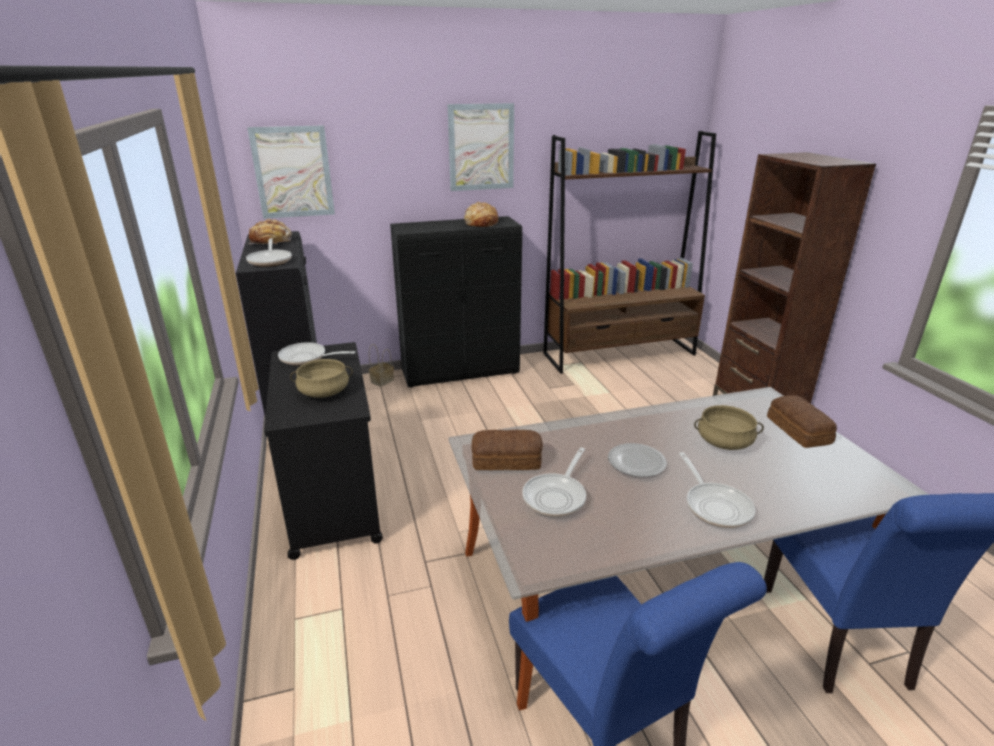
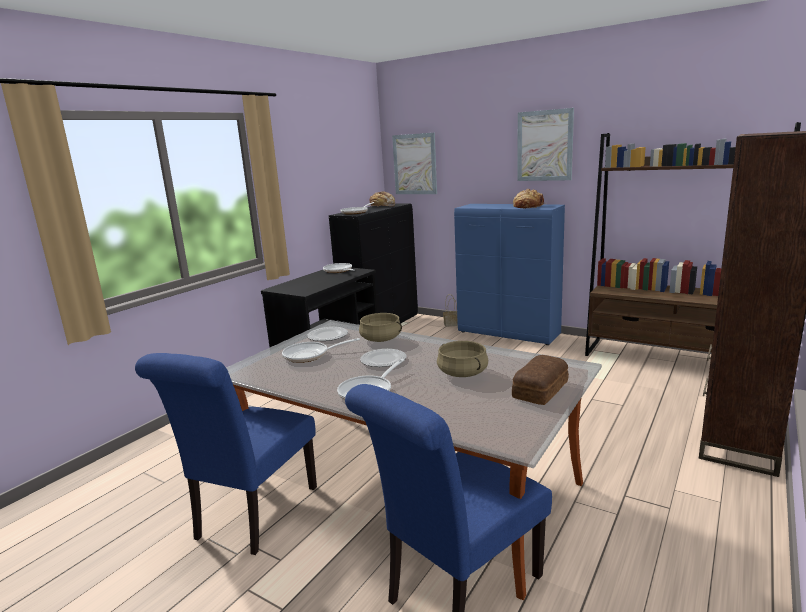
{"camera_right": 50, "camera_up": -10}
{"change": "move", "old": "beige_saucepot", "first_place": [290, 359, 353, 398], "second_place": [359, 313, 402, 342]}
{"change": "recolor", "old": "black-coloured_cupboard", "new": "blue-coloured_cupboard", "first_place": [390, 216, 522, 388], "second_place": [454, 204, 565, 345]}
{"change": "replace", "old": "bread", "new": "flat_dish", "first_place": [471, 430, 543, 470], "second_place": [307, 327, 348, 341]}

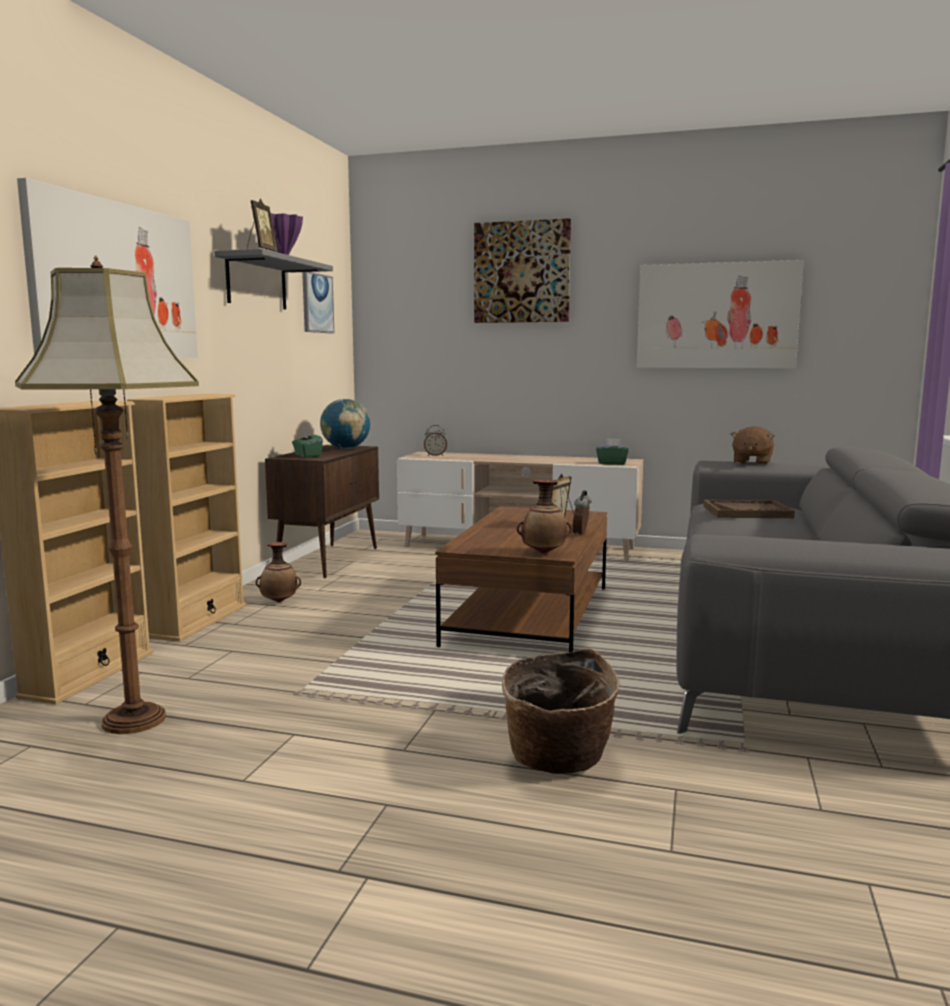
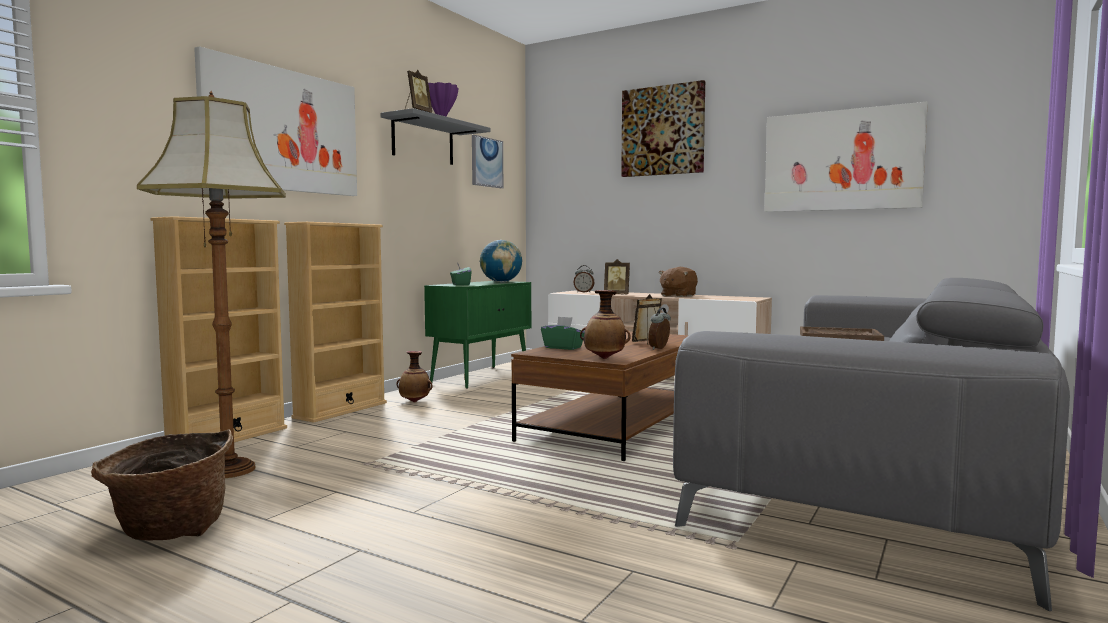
{"camera_right": 15, "camera_up": -5}
{"change": "recolor", "old": "brown-coloured_cupboard", "new": "green_cupboard", "first_place": [265, 445, 379, 578], "second_place": [424, 281, 531, 389]}
{"change": "move", "old": "storage_basket", "first_place": [502, 648, 620, 774], "second_place": [91, 430, 233, 540]}
{"change": "move", "old": "green_tissue_box", "first_place": [596, 438, 629, 465], "second_place": [541, 317, 585, 350]}
{"change": "move", "old": "brown-coloured_cuddly_toy", "first_place": [731, 426, 775, 465], "second_place": [659, 267, 698, 297]}
{"change": "insert", "new": "standing_frame", "second_place": [604, 259, 630, 295]}

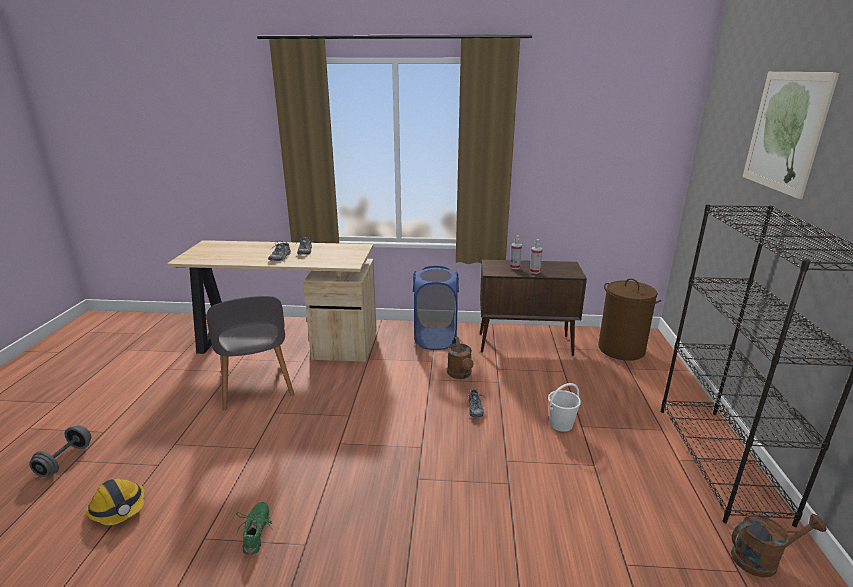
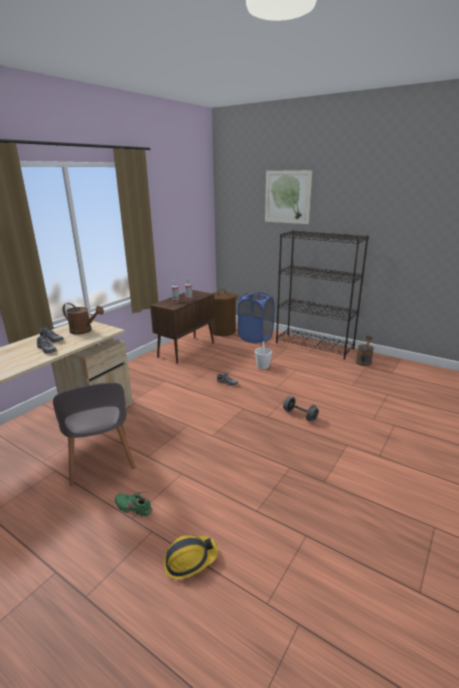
{"camera_right": -60, "camera_up": 0}
{"change": "move", "old": "gray_hand_weight", "first_place": [29, 425, 91, 477], "second_place": [283, 396, 319, 421]}
{"change": "rotate", "old": "gray_chair", "first_place": [207, 296, 294, 410], "second_place": [53, 383, 135, 485], "degrees": 60}
{"change": "move", "old": "green_shoe", "first_place": [236, 502, 273, 555], "second_place": [115, 492, 152, 517]}
{"change": "move", "old": "blue-coloured_hamper", "first_place": [413, 266, 459, 350], "second_place": [238, 292, 274, 343]}
{"change": "move", "old": "brown-coloured_sprinkling_can", "first_place": [447, 337, 474, 379], "second_place": [63, 303, 104, 335]}

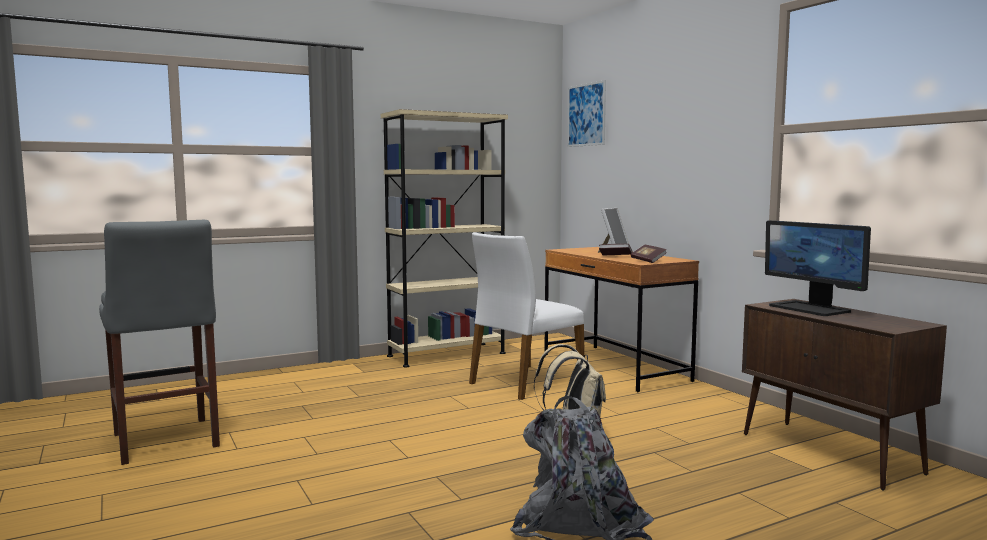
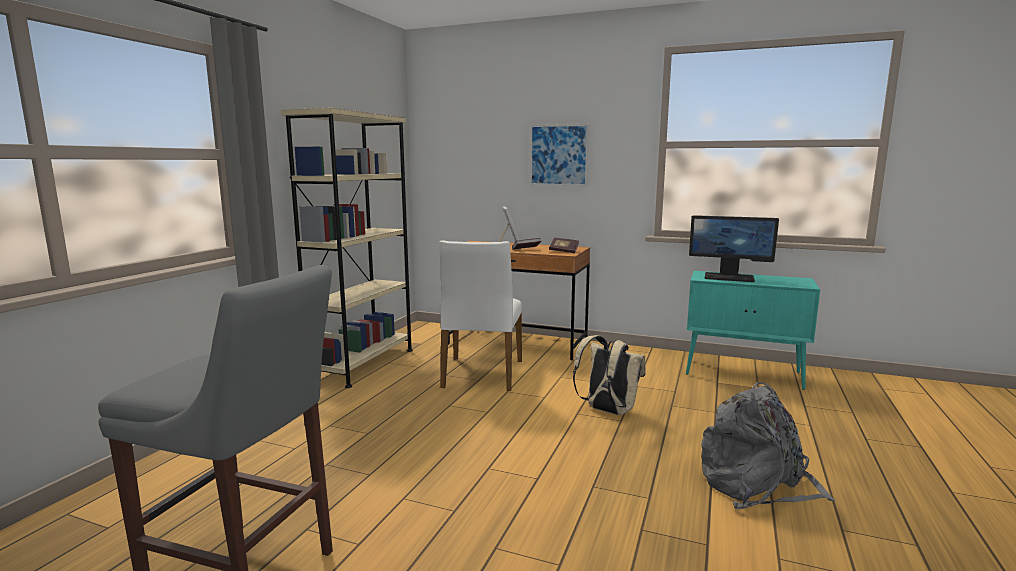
{"camera_right": -40, "camera_up": 5}
{"change": "move", "old": "picture", "first_place": [567, 80, 606, 147], "second_place": [530, 124, 589, 186]}
{"change": "recolor", "old": "brown-coloured_cupboard", "new": "turquoise_cupboard", "first_place": [742, 299, 947, 490], "second_place": [686, 271, 820, 390]}

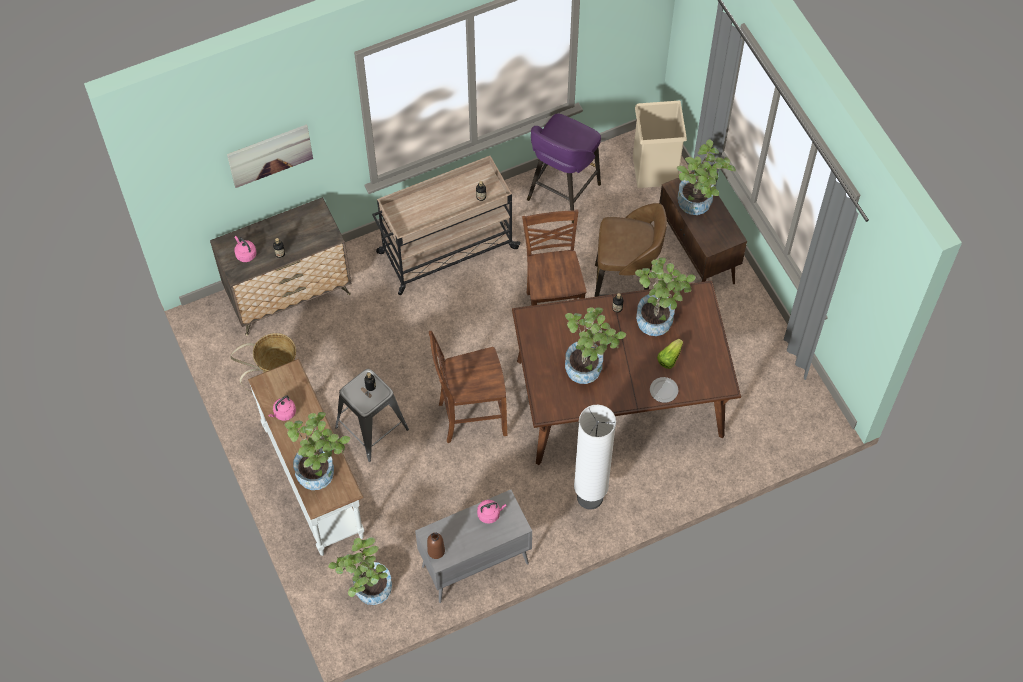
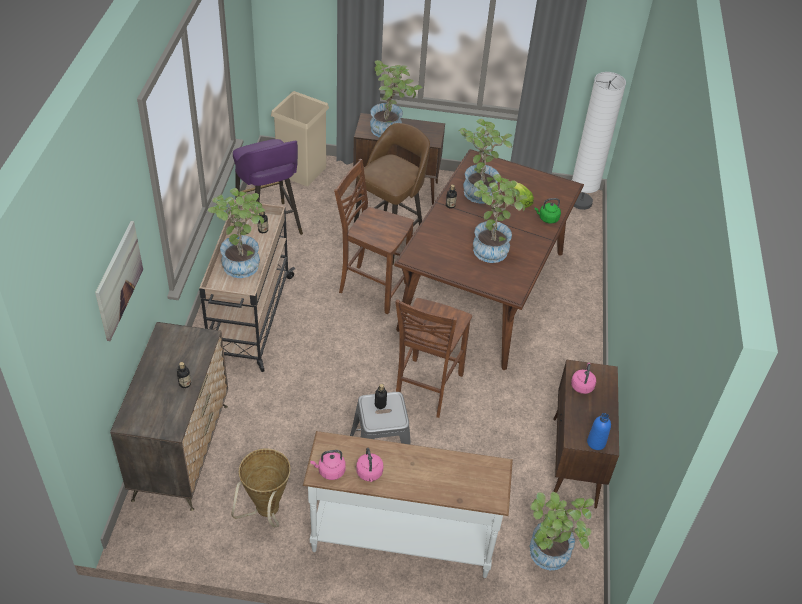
{"camera_right": -60, "camera_up": -15}
{"change": "move", "old": "pink_water_kettle", "first_place": [234, 236, 256, 262], "second_place": [310, 450, 346, 480]}
{"change": "move", "old": "potted_plant", "first_place": [285, 412, 350, 490], "second_place": [208, 188, 266, 278]}
{"change": "recolor", "old": "gray_cupboard", "new": "brown-coloured_cupboard", "first_place": [415, 490, 532, 603], "second_place": [550, 359, 619, 509]}
{"change": "recolor", "old": "brown-coloured_beverage_bottle", "new": "blue-coloured_beverage_bottle", "first_place": [427, 532, 445, 559], "second_place": [587, 413, 611, 450]}
{"change": "move", "old": "white-coloured_floor_lamp", "first_place": [574, 405, 616, 510], "second_place": [572, 72, 626, 210]}
{"change": "replace", "old": "flat_dish", "new": "green_water_kettle", "first_place": [650, 377, 678, 403], "second_place": [534, 198, 561, 224]}

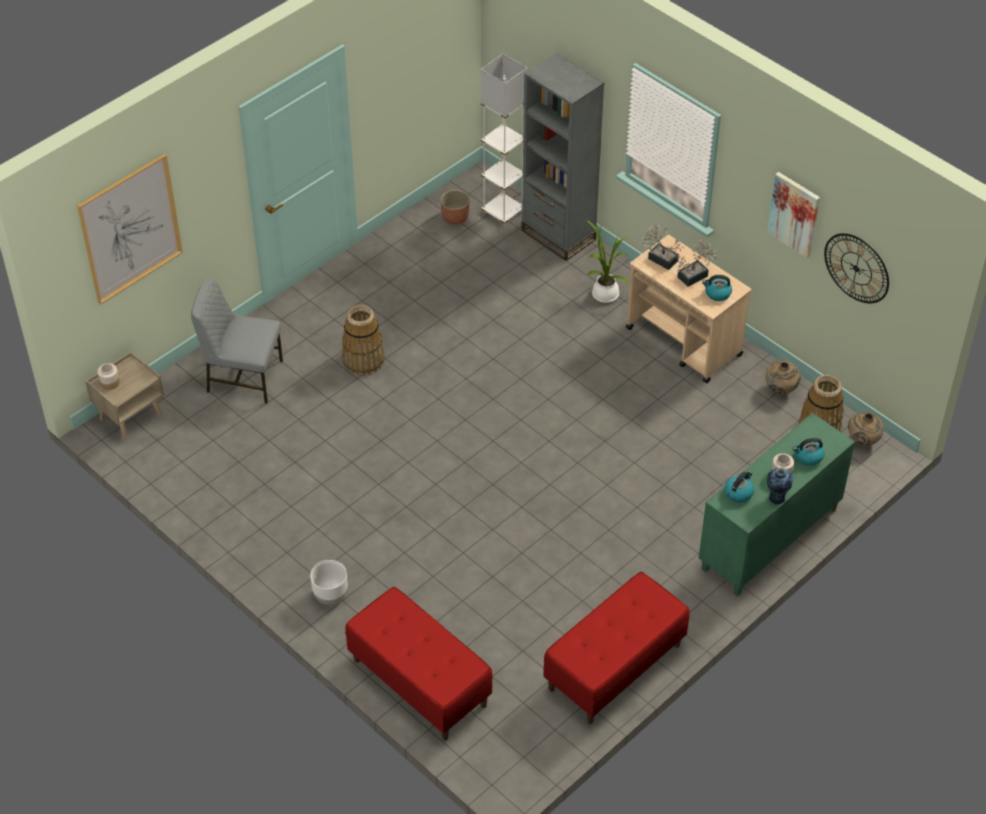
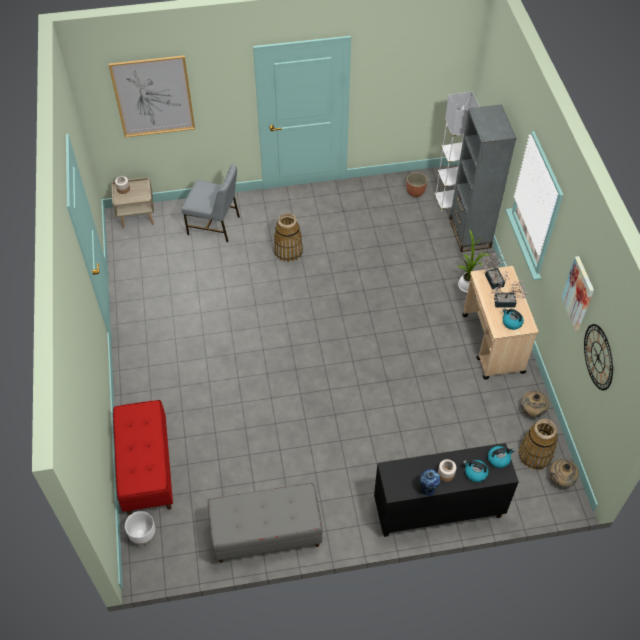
{"camera_right": 35, "camera_up": 5}
{"change": "rotate", "old": "gray_chair", "first_place": [191, 278, 283, 404], "second_place": [181, 164, 240, 242], "degrees": 150}
{"change": "move", "old": "white-coloured_planter", "first_place": [310, 560, 348, 605], "second_place": [125, 511, 156, 545]}
{"change": "recolor", "old": "reddish_long_seat", "new": "gray_long_seat", "first_place": [544, 572, 690, 724], "second_place": [208, 483, 323, 563]}
{"change": "recolor", "old": "green_cupboard", "new": "black-coloured_cupboard", "first_place": [699, 413, 855, 597], "second_place": [374, 443, 519, 537]}
{"change": "move", "old": "water_kettle", "first_place": [725, 471, 754, 502], "second_place": [488, 446, 515, 468]}

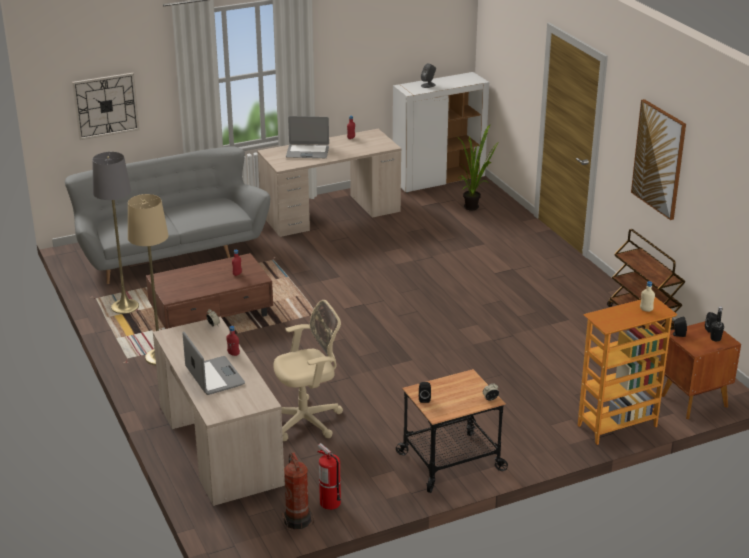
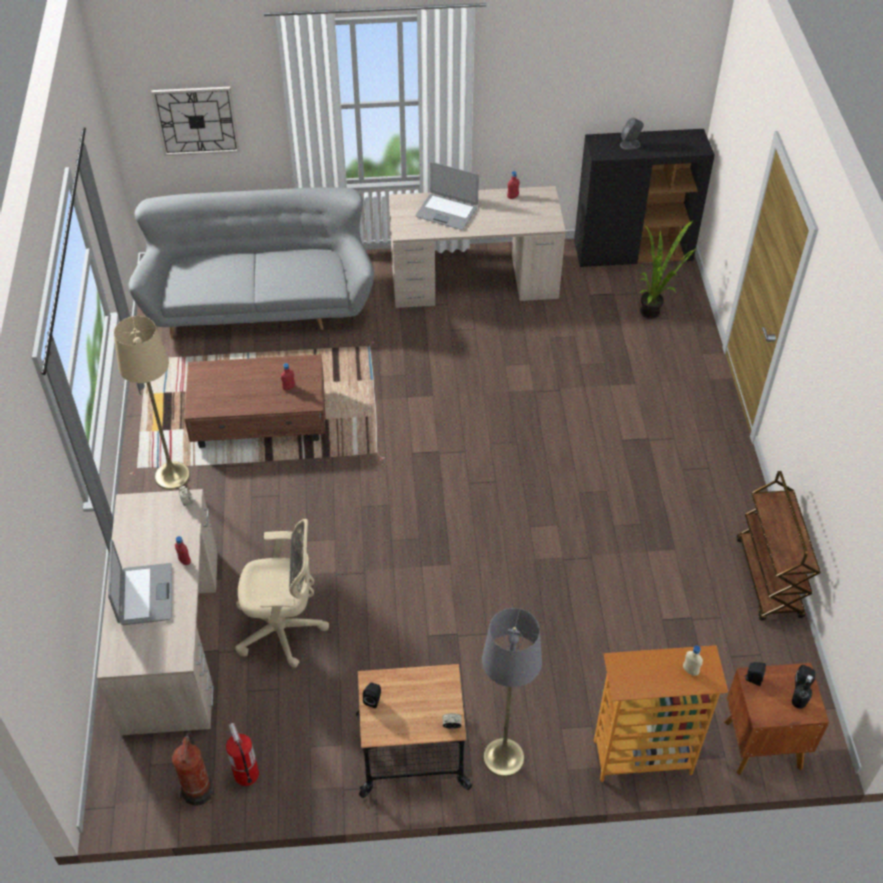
{"camera_right": 20, "camera_up": 20}
{"change": "move", "old": "gray_floor_lamp", "first_place": [92, 152, 139, 314], "second_place": [482, 608, 542, 777]}
{"change": "recolor", "old": "white-coloured_cupboard", "new": "black-coloured_cupboard", "first_place": [393, 72, 489, 193], "second_place": [574, 129, 715, 267]}
{"change": "delete", "old": "picture", "first_place": [631, 99, 686, 220]}

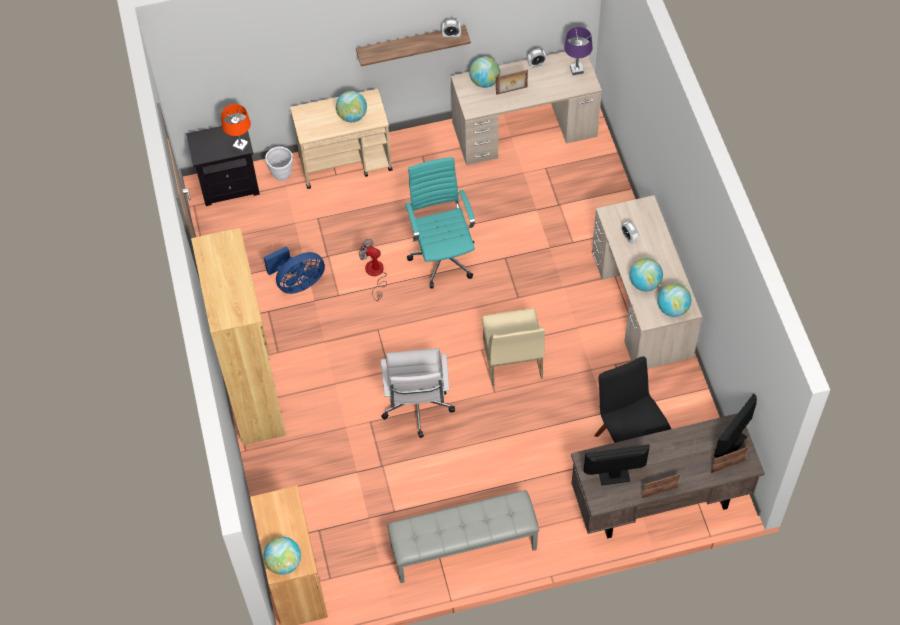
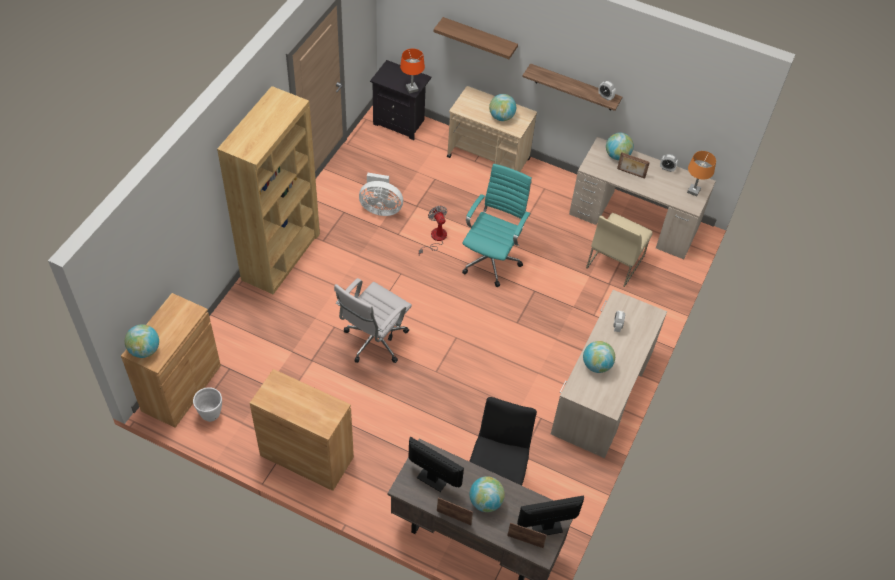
{"camera_right": 35, "camera_up": -5}
{"change": "recolor", "old": "blue-coloured_electric_fan", "new": "white-coloured_electric_fan", "first_place": [264, 246, 325, 294], "second_place": [359, 173, 403, 216]}
{"change": "move", "old": "white-coloured_planter", "first_place": [265, 147, 293, 181], "second_place": [193, 387, 222, 422]}
{"change": "replace", "old": "gray_long_seat", "new": "brown-coloured_cupboard", "first_place": [387, 490, 539, 583], "second_place": [250, 369, 354, 491]}
{"change": "move", "old": "beige_chair", "first_place": [482, 308, 545, 386], "second_place": [586, 213, 652, 287]}
{"change": "recolor", "old": "purplish_tabletop_lamp", "new": "orange_tabletop_lamp", "first_place": [564, 27, 592, 75], "second_place": [687, 151, 716, 197]}
{"change": "move", "old": "desk_globe", "first_place": [658, 283, 691, 317], "second_place": [469, 476, 505, 512]}
{"change": "insert", "new": "bracket_shelf", "second_place": [434, 17, 518, 59]}

